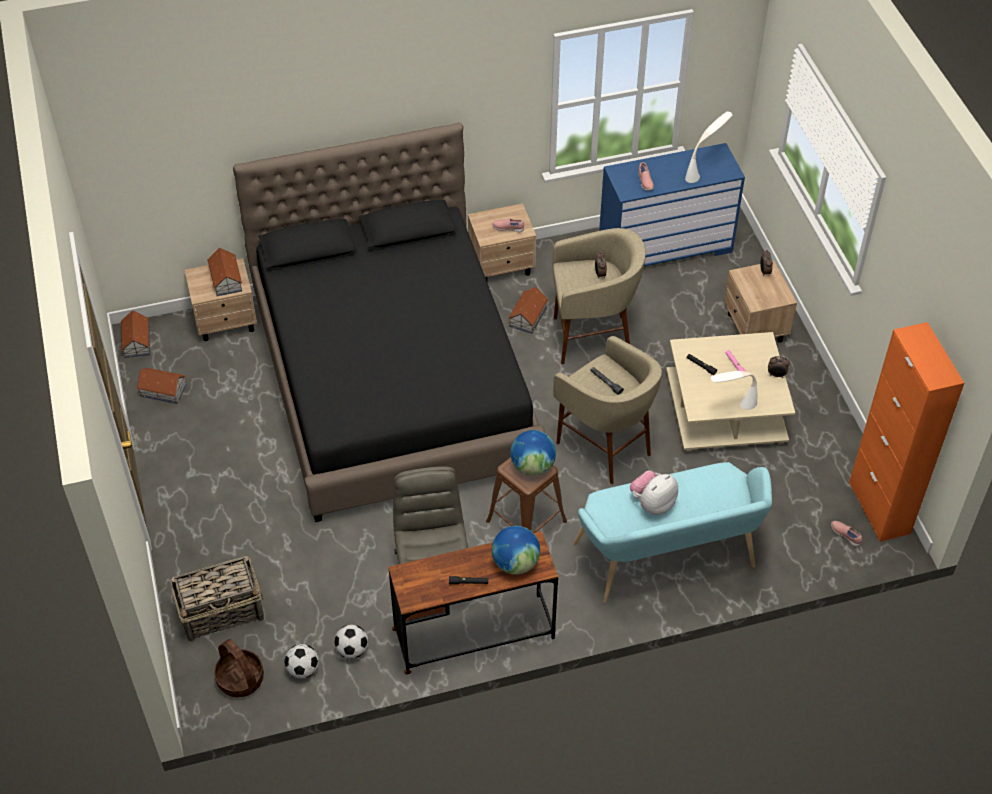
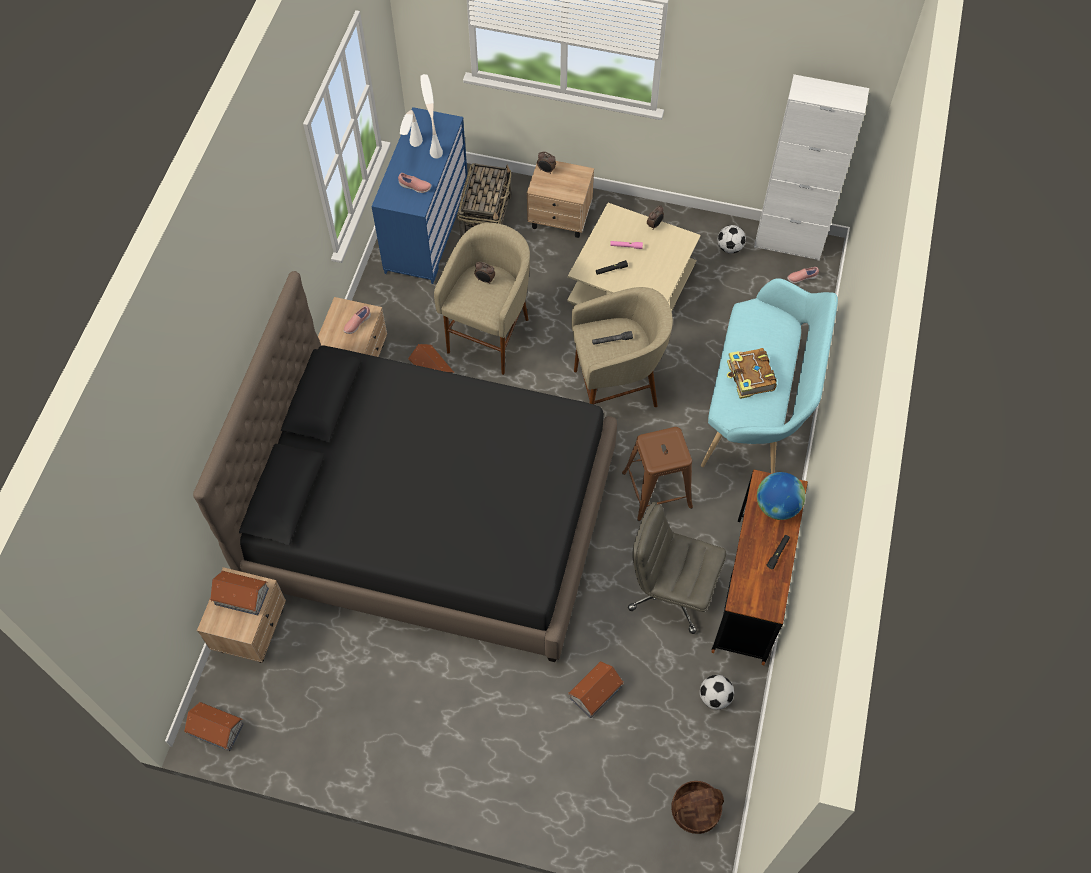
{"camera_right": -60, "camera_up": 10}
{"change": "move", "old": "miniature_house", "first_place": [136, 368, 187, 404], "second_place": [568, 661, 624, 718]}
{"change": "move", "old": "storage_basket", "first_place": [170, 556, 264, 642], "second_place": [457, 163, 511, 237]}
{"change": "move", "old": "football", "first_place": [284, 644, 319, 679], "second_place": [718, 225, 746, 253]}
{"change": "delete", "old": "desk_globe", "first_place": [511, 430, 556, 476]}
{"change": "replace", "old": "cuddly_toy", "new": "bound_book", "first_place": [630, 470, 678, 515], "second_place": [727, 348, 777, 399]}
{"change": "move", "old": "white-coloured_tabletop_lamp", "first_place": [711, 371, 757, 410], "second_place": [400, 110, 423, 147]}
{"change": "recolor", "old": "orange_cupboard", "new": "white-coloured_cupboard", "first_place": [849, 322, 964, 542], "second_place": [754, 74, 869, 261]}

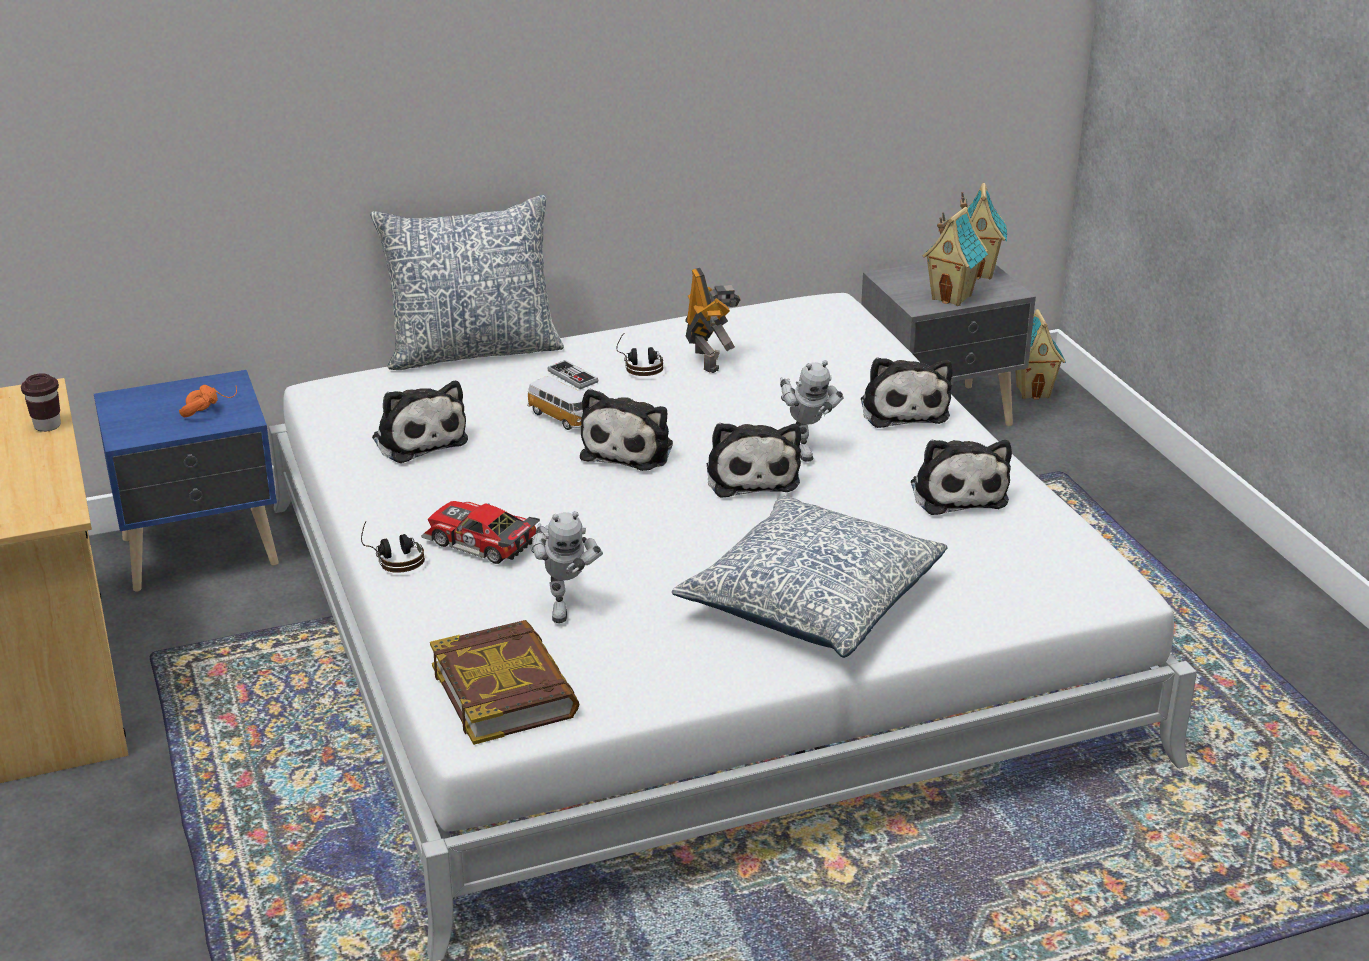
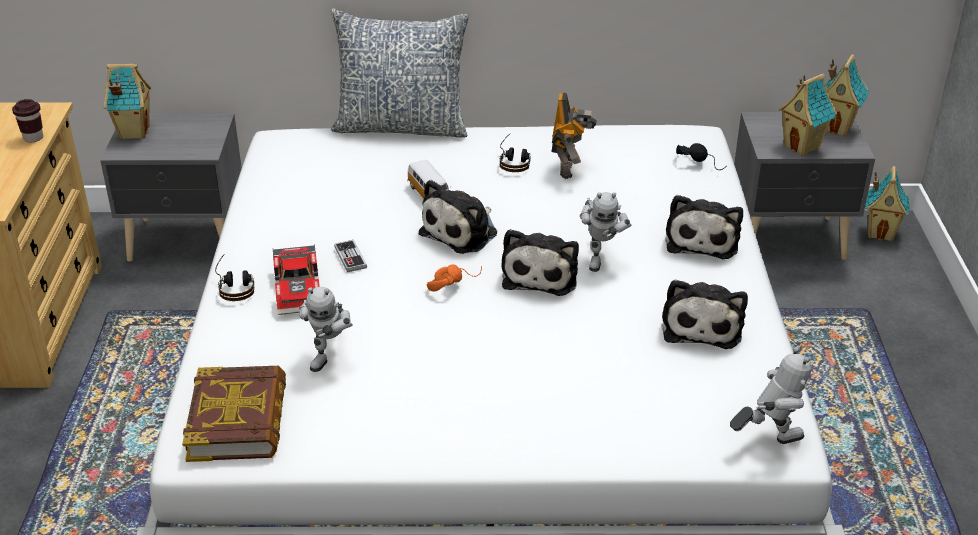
{"camera_right": 20, "camera_up": 5}
{"change": "recolor", "old": "blue-coloured_nightstand", "new": "gray_nightstand", "first_place": [94, 370, 279, 592], "second_place": [100, 113, 242, 262]}
{"change": "move", "old": "orange_pair_of_headphones", "first_place": [179, 385, 237, 418], "second_place": [427, 264, 482, 291]}
{"change": "delete", "old": "cuddly_toy", "first_place": [372, 381, 468, 463]}
{"change": "rotate", "old": "toy_car", "first_place": [421, 501, 540, 564], "second_place": [273, 244, 320, 315], "degrees": -150}
{"change": "move", "old": "game_controller", "first_place": [548, 360, 598, 389], "second_place": [334, 240, 367, 272]}
{"change": "delete", "old": "throw_pillow", "first_place": [672, 495, 947, 658]}
{"change": "insert", "new": "miniature_house", "second_place": [104, 64, 151, 139]}
{"change": "insert", "new": "black-coloured_pair_of_headphones", "second_place": [676, 143, 727, 170]}
{"change": "insert", "new": "model_robot", "second_place": [730, 347, 811, 444]}

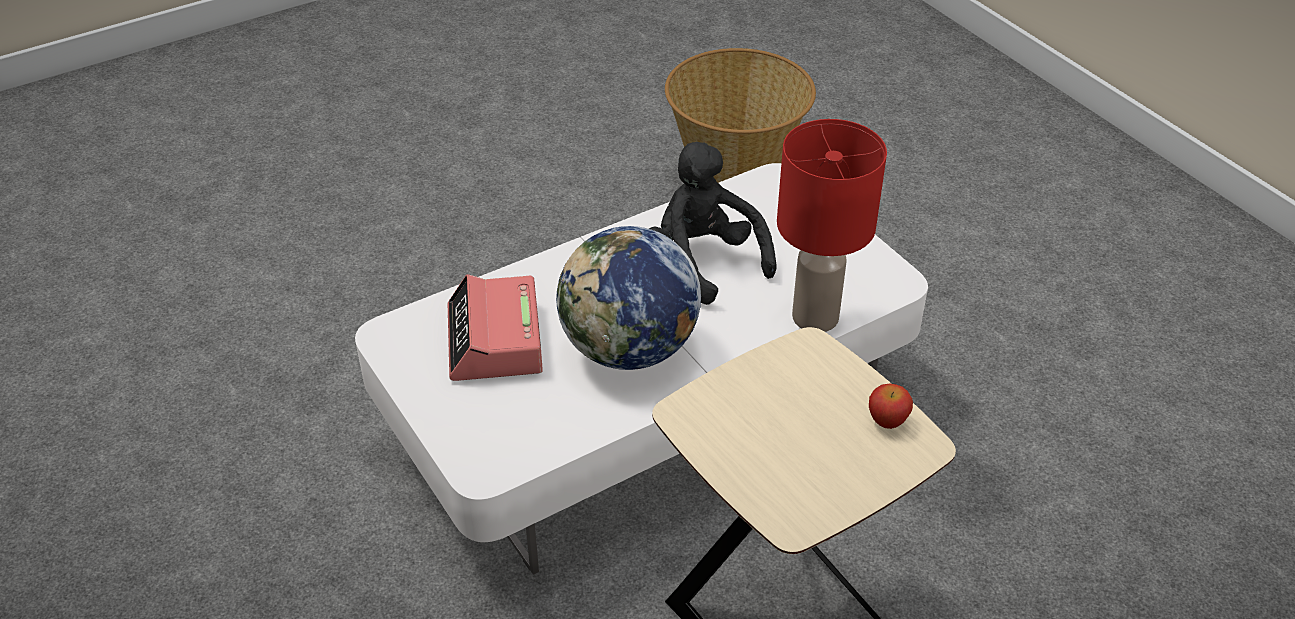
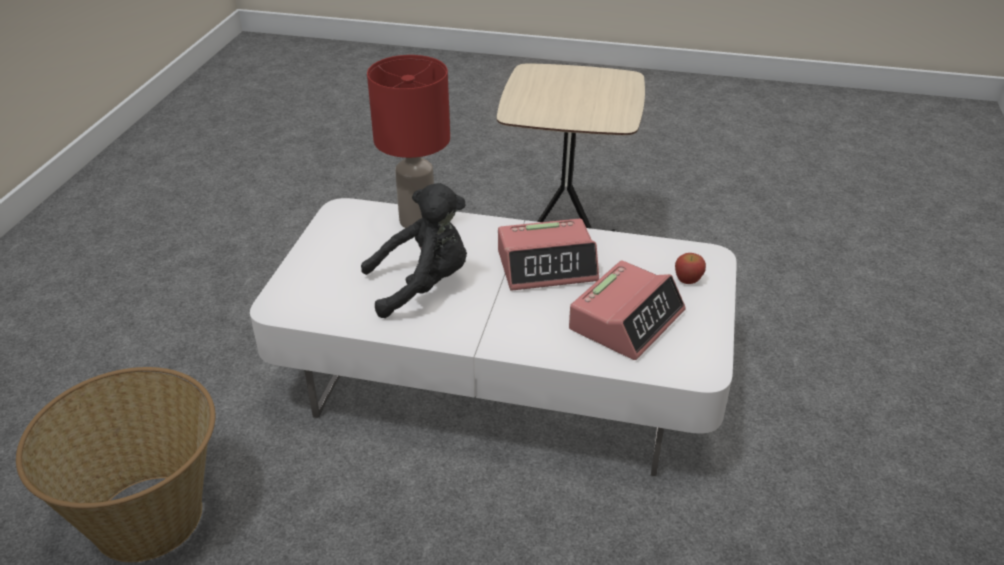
{"camera_right": -135, "camera_up": -5}
{"change": "replace", "old": "desk_globe", "new": "table_clock", "first_place": [556, 226, 701, 370], "second_place": [498, 218, 599, 291]}
{"change": "rotate", "old": "black-coloured_cuddly_toy", "first_place": [649, 142, 777, 305], "second_place": [361, 183, 467, 318], "degrees": -120}
{"change": "move", "old": "whole_apple", "first_place": [869, 384, 913, 429], "second_place": [675, 253, 706, 284]}

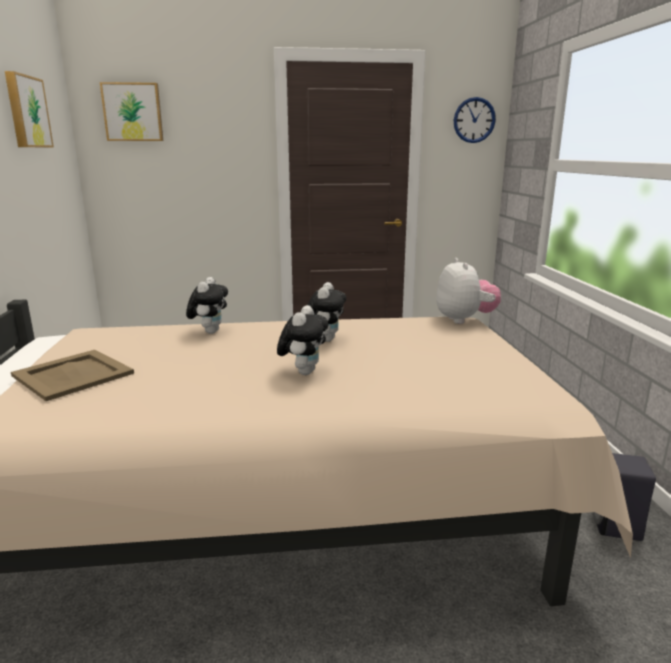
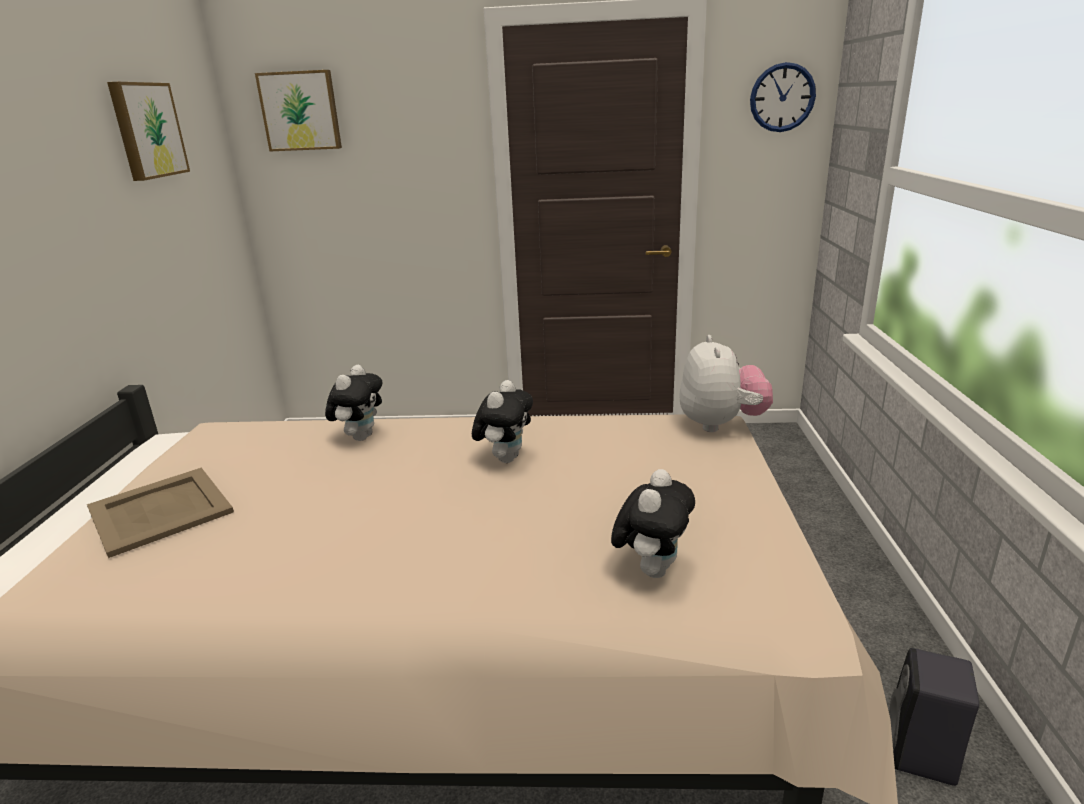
{"camera_right": 10, "camera_up": 5}
{"change": "move", "old": "cuddly_toy", "first_place": [277, 305, 328, 375], "second_place": [611, 469, 695, 578]}

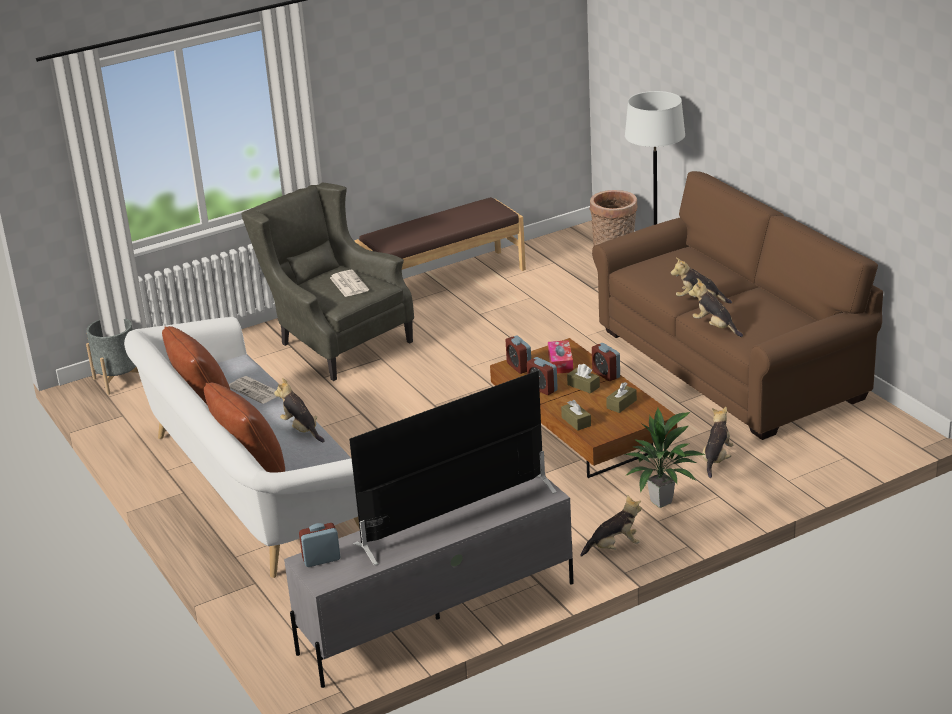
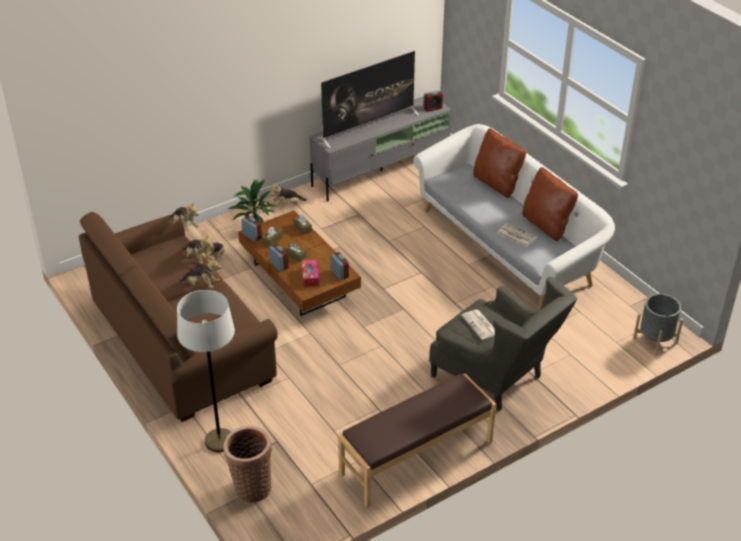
{"camera_right": 175, "camera_up": 10}
{"change": "move", "old": "cuddly_toy", "first_place": [274, 378, 325, 442], "second_place": [170, 202, 199, 231]}
{"change": "move", "old": "table_clock", "first_place": [527, 357, 558, 395], "second_place": [241, 215, 262, 242]}

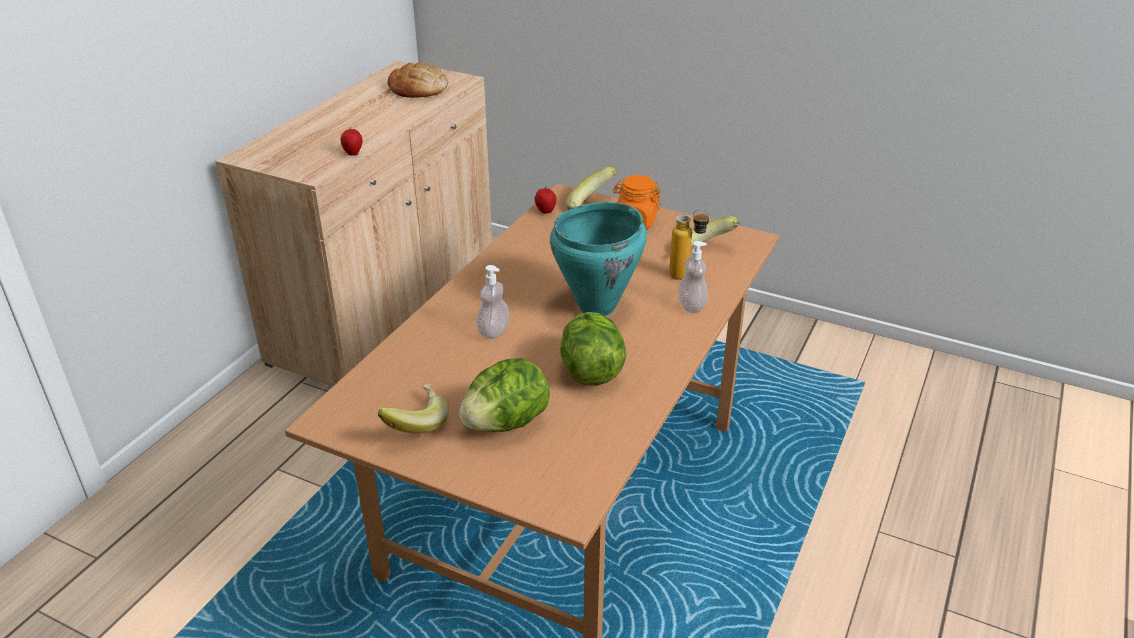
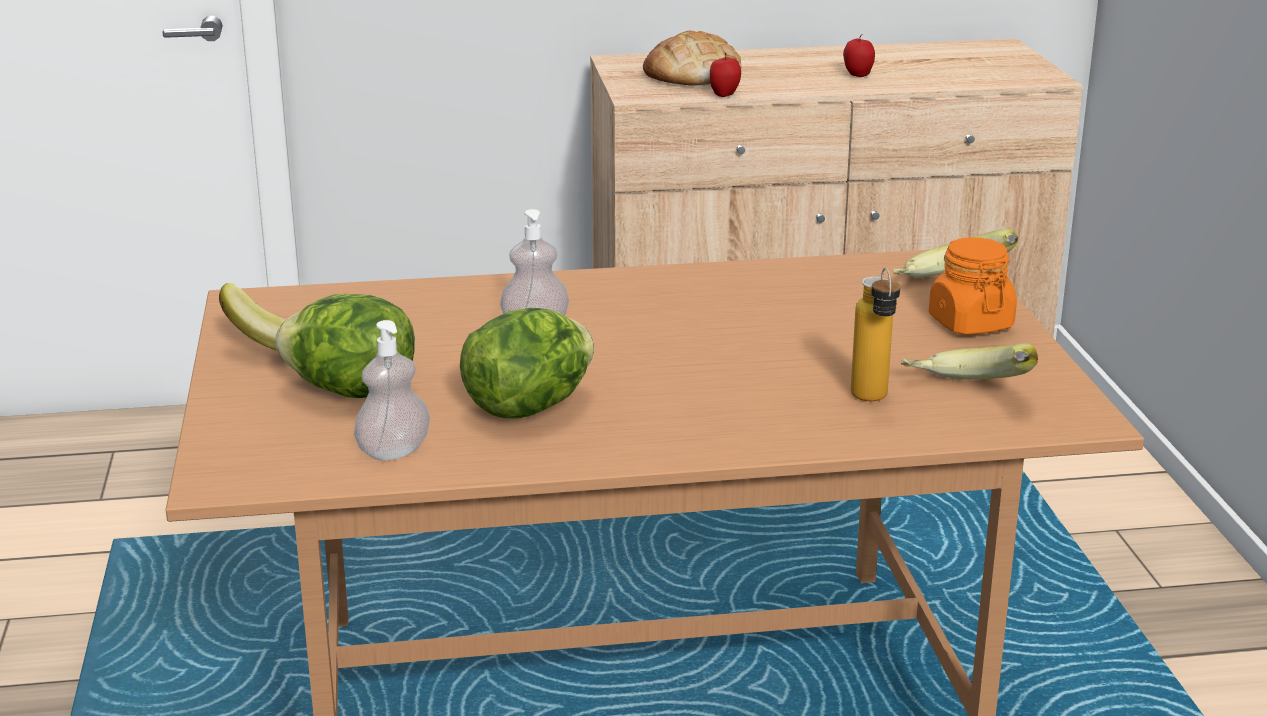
{"camera_right": 55, "camera_up": -10}
{"change": "move", "old": "bread", "first_place": [388, 62, 448, 98], "second_place": [643, 31, 741, 86]}
{"change": "move", "old": "whole_apple", "first_place": [535, 187, 556, 214], "second_place": [843, 35, 875, 77]}
{"change": "delete", "old": "turquoise_saucepot", "first_place": [550, 202, 647, 316]}
{"change": "move", "old": "liquid_soap_bottle", "first_place": [678, 241, 708, 313], "second_place": [354, 320, 430, 461]}

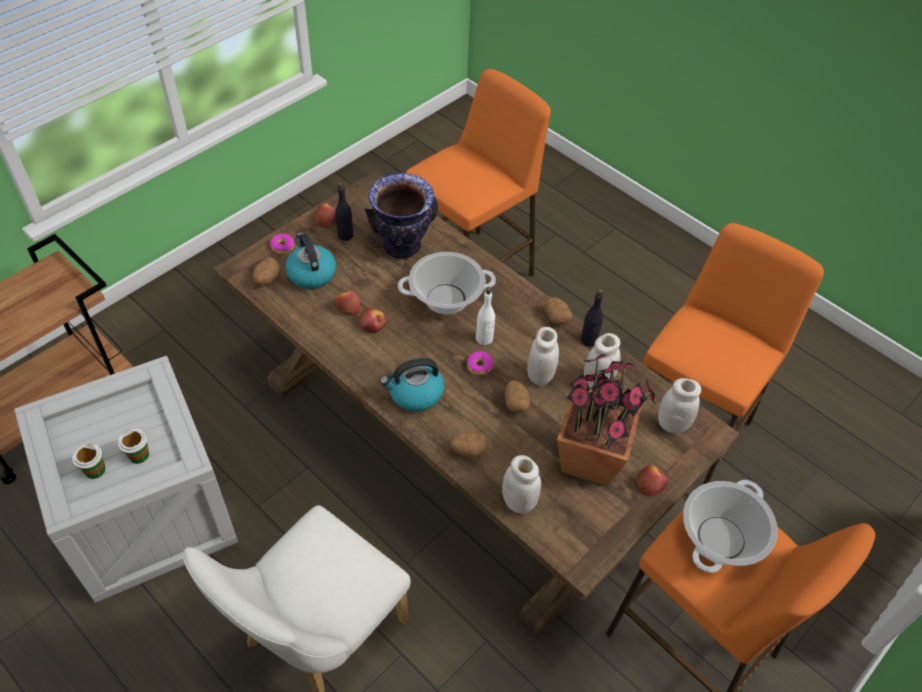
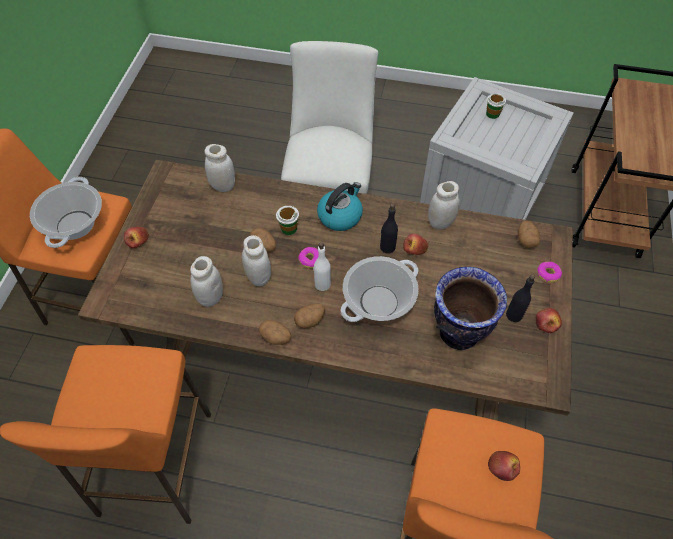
{"camera_right": 150, "camera_up": 5}
{"change": "move", "old": "cup", "first_place": [118, 429, 149, 464], "second_place": [276, 206, 299, 235]}
{"change": "delete", "old": "water_kettle", "first_place": [285, 232, 336, 289]}
{"change": "move", "old": "whole_apple", "first_place": [335, 290, 361, 315], "second_place": [488, 451, 520, 481]}
{"change": "move", "old": "whole_potato", "first_place": [450, 431, 489, 457], "second_place": [294, 303, 325, 328]}
{"change": "delete", "old": "potted_plant", "first_place": [557, 354, 656, 486]}
{"change": "move", "old": "black-coloured_beverage_bottle", "first_place": [580, 289, 603, 347], "second_place": [380, 204, 398, 254]}
{"change": "move", "old": "white-coloured_jar", "first_place": [658, 378, 701, 433], "second_place": [428, 181, 460, 229]}

